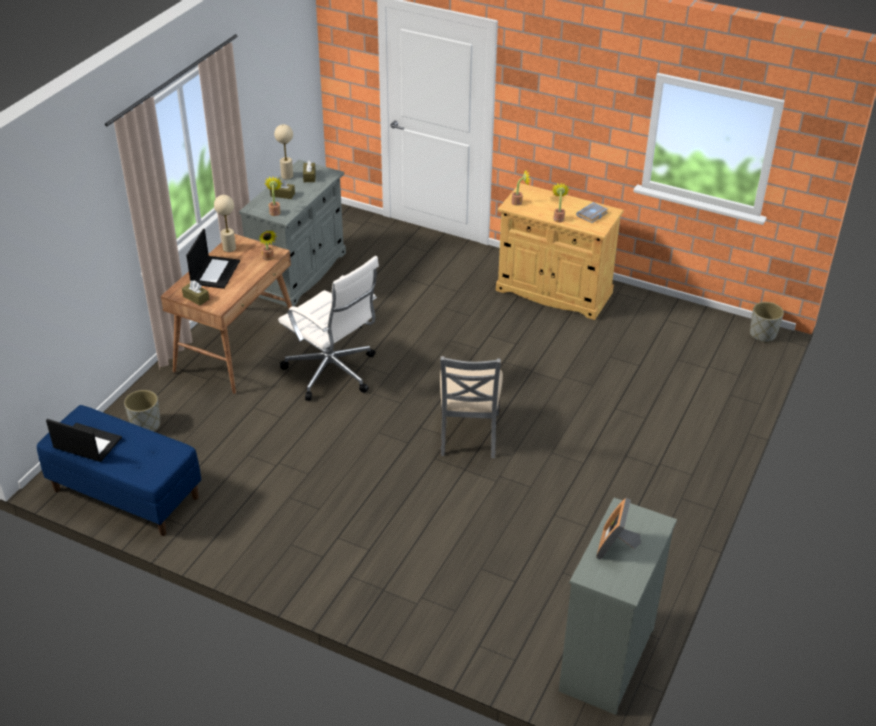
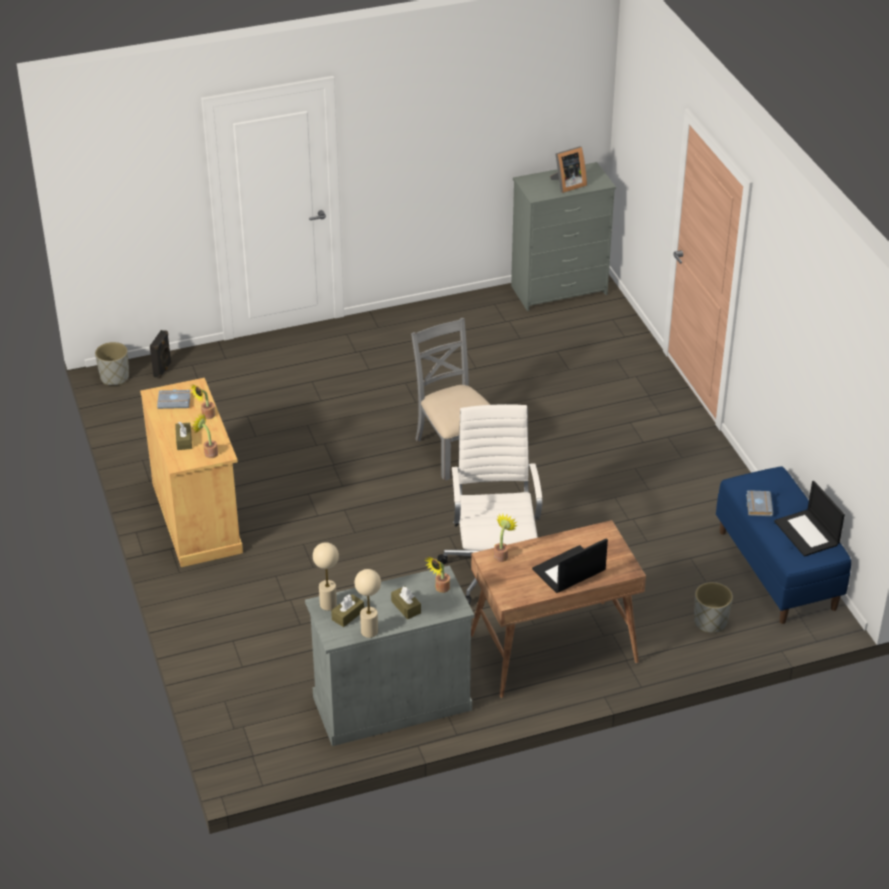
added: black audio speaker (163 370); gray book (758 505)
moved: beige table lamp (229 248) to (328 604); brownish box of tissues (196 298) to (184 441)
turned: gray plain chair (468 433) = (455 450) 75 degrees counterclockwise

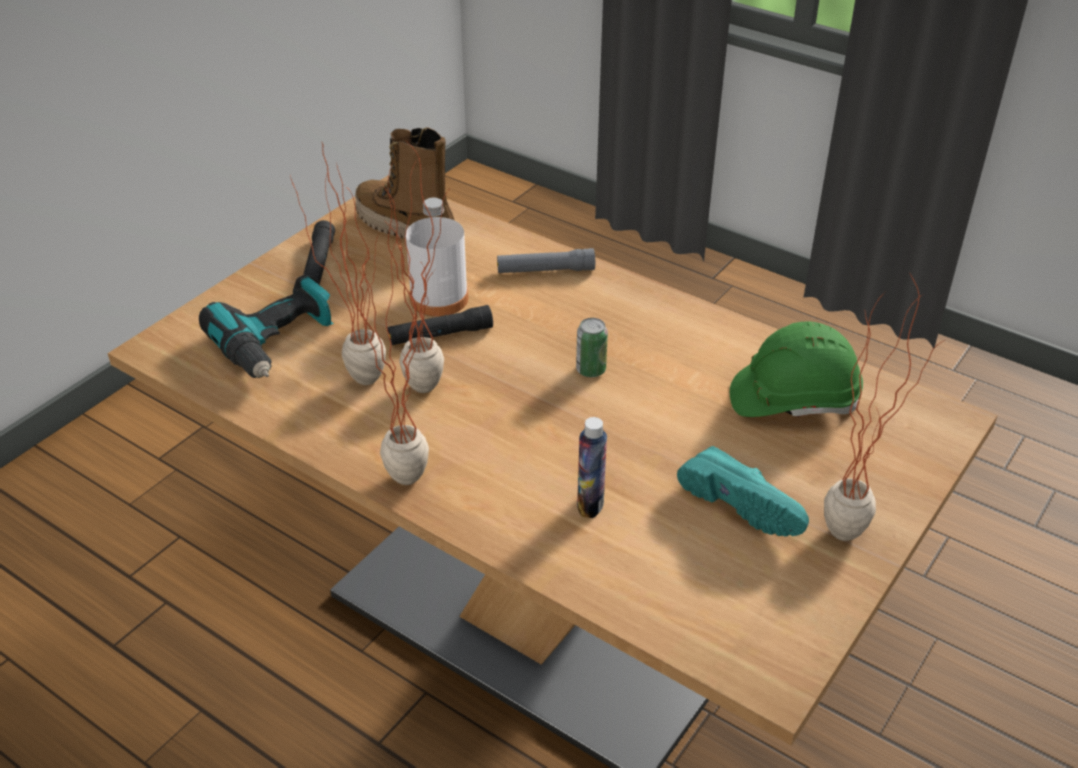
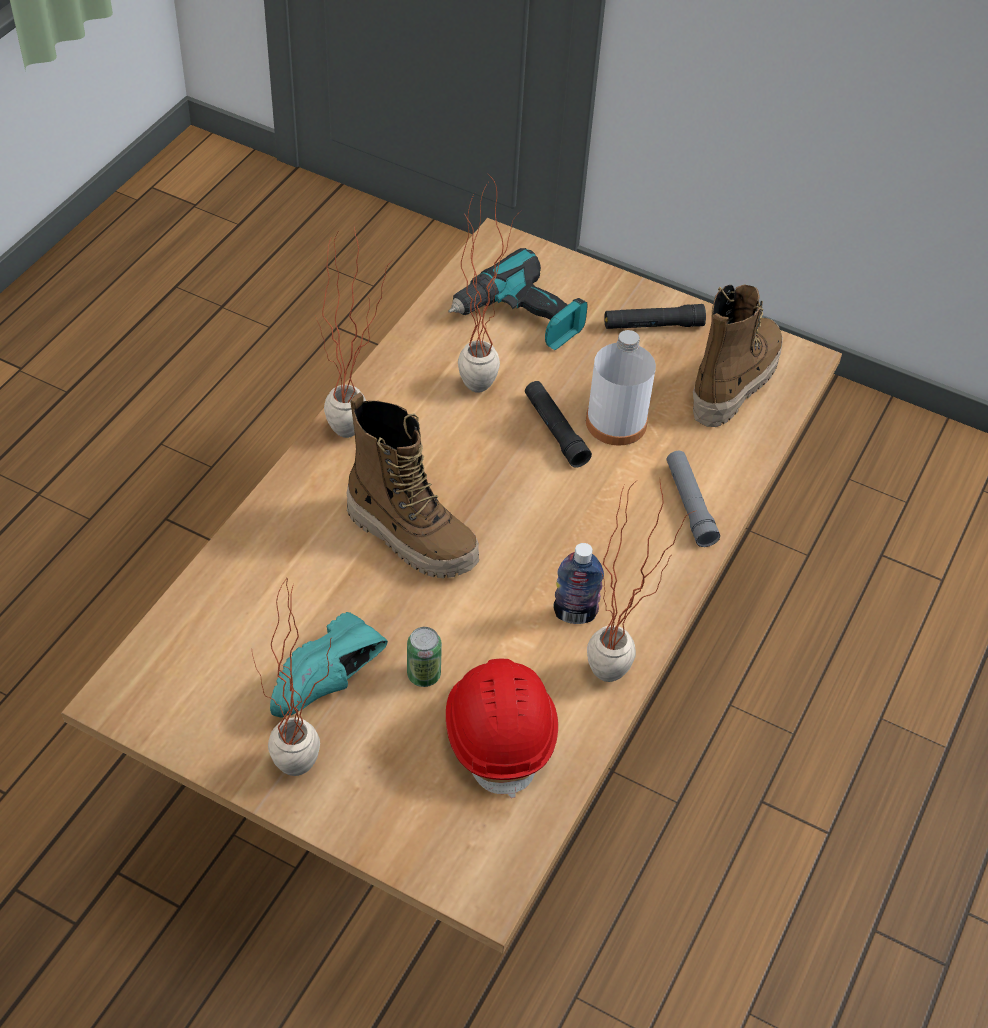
added: boot (412 536)
moved: potted plant (431 379) to (622 678); can (590 370) to (423 675); drink bottle (590 504) to (575 614)
recoloured: greenish safety helmet (793 399) to red safety helmet (500 733)

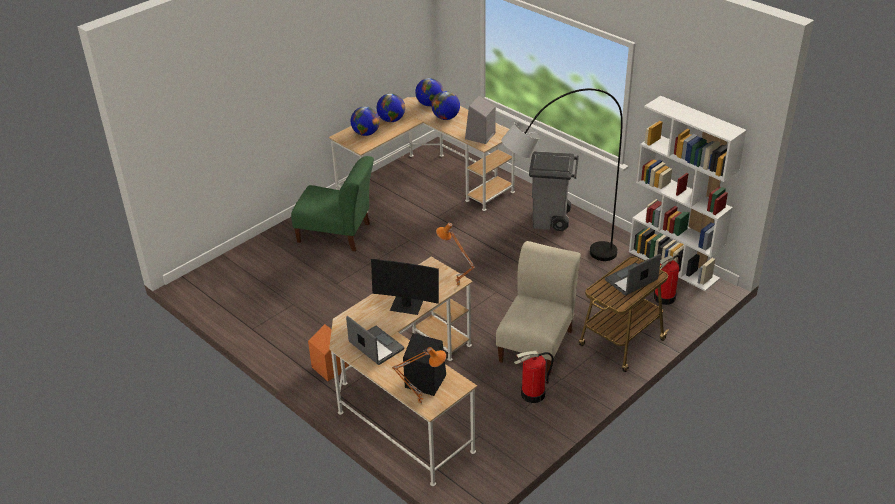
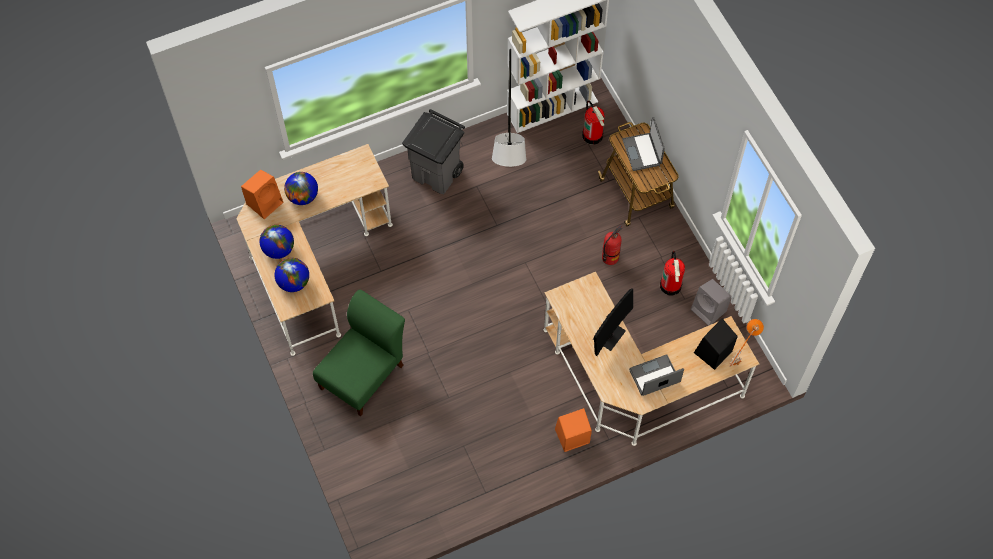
removed: orangey table lamp (456 287)
moved: gray audio speaker (480 136) to (709 310)
replaced: globe (429 104) to orangey audio speaker (265 202); beige plain chair (537 343) to fire extinguisher (610 257)

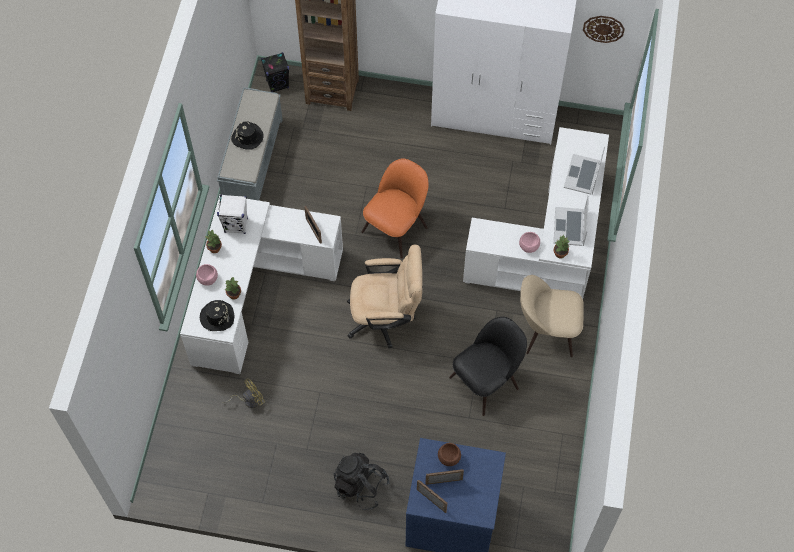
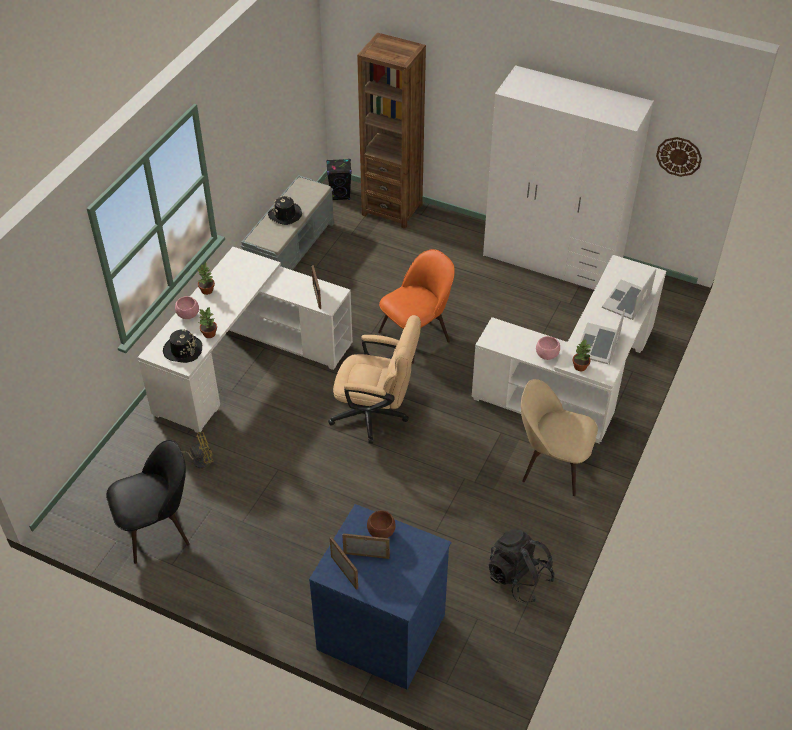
removed: white-coloured audio speaker (236 225)
moved: black plain chair (486 381) to (157 528); black knapsack (360 486) to (519 578)

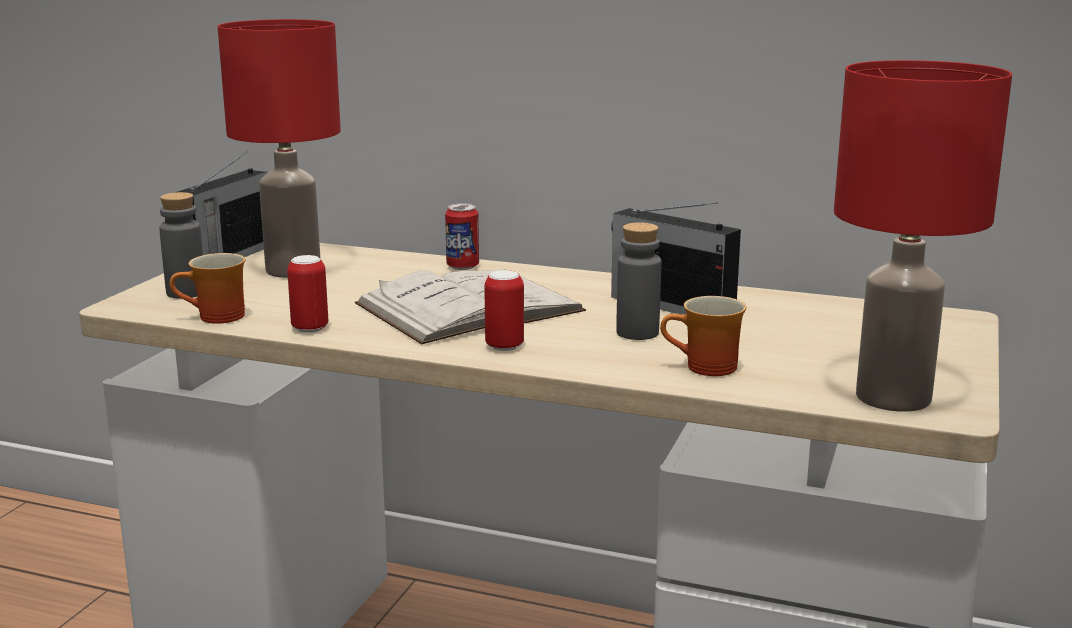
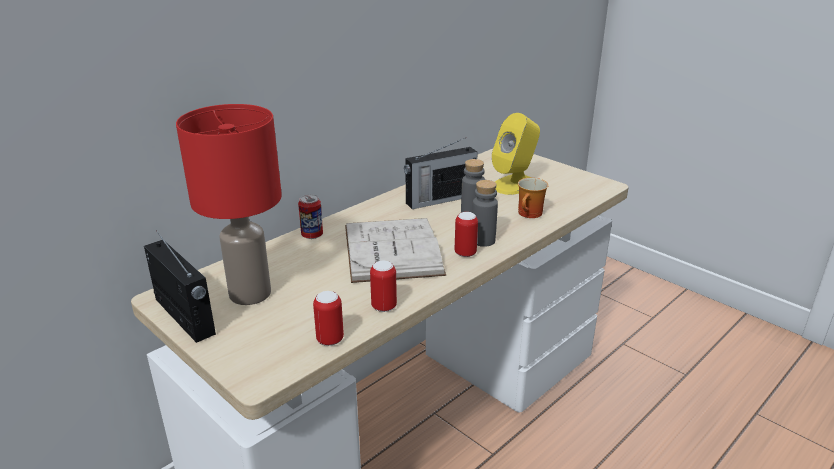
removed: red table lamp (892 398)
added: yellow-coloured audio speaker (514 184)
moved: gray drink bottle (186 293) to (483 240)
replaced: tea mug (216 318) to can (330 340)

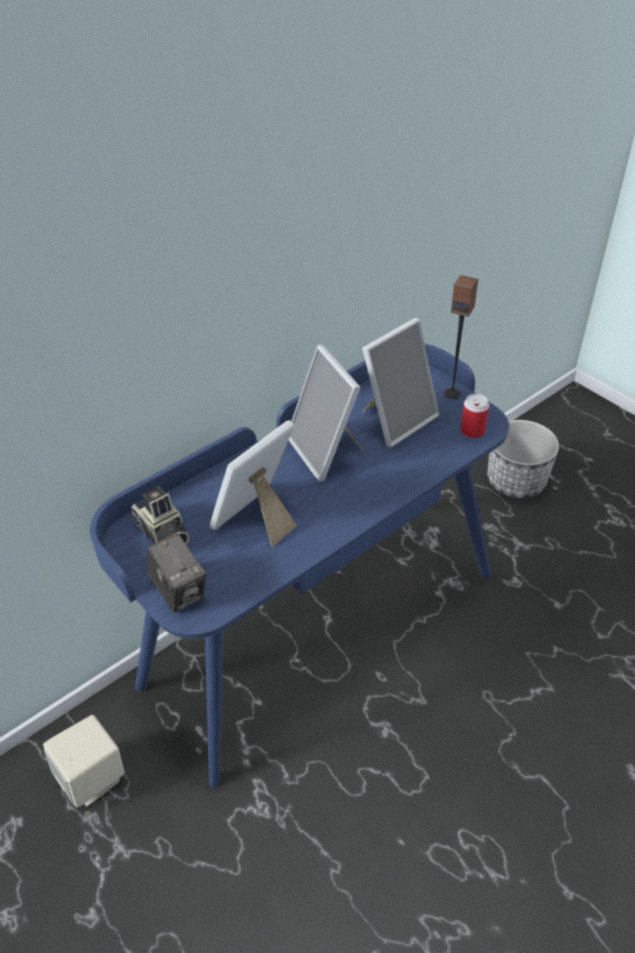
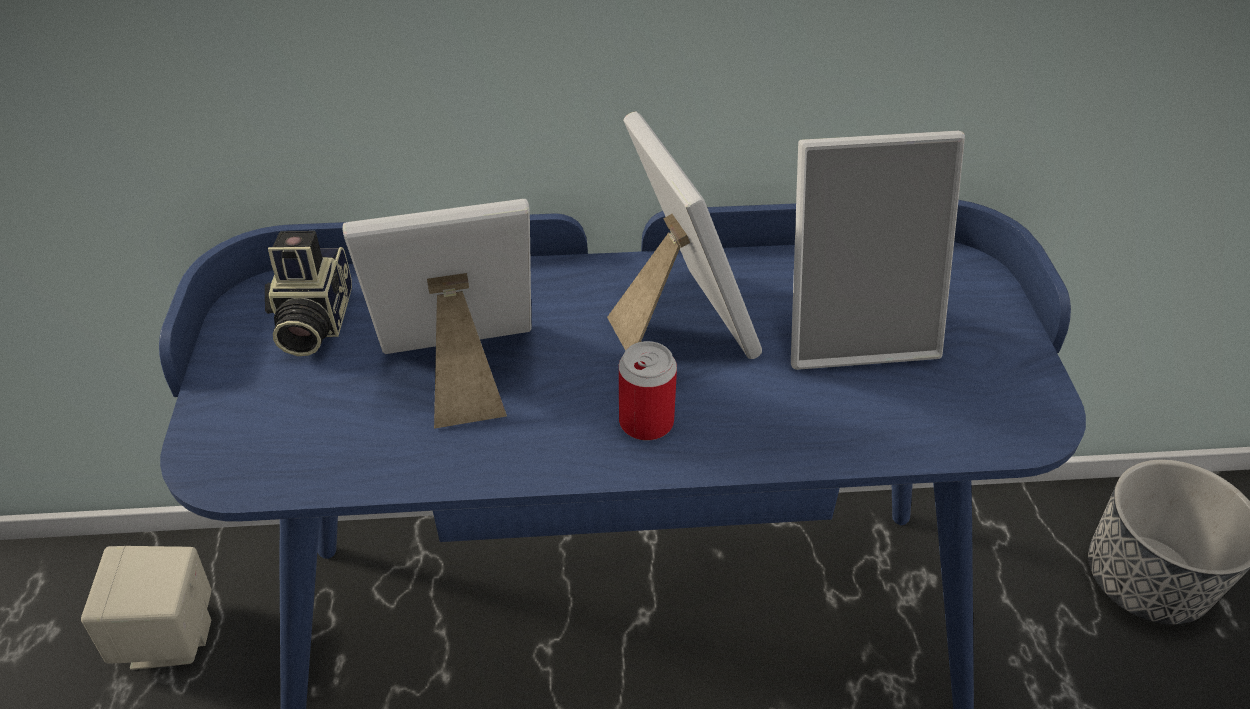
removed: audio speaker (452 393); still camera (180 591)
moved: can (472 431) to (646 422)
turned: standing frame (327 451) = (679 322) 150 degrees clockwise

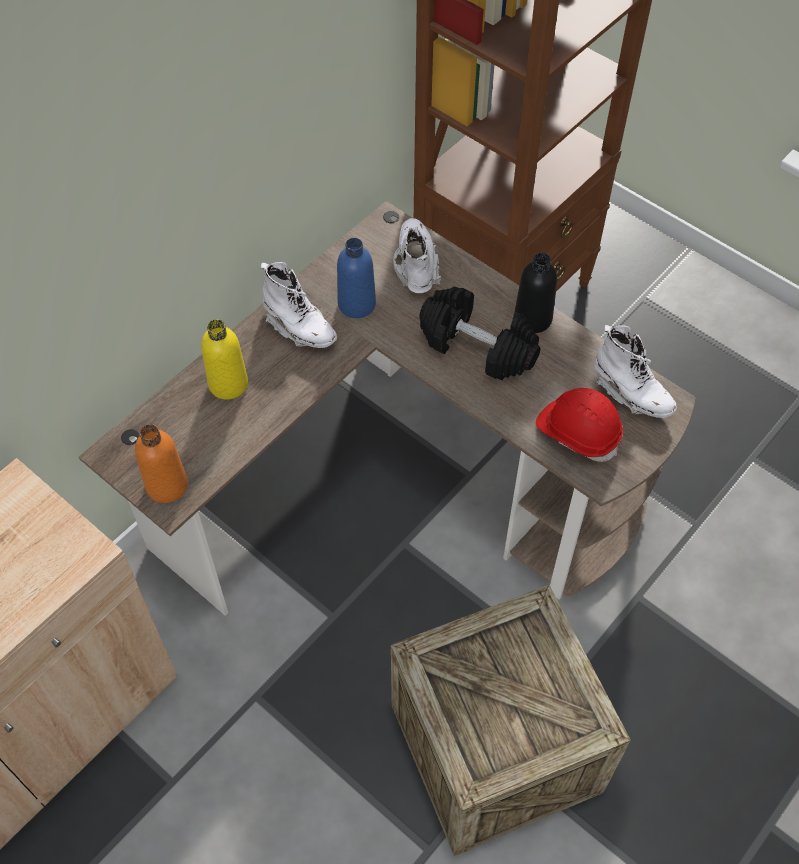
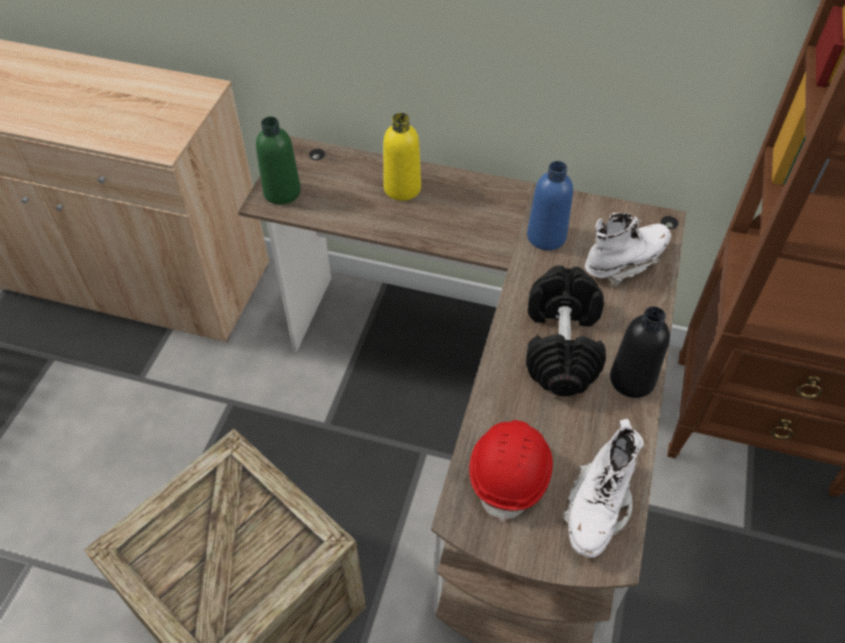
removed: white-coloured boot (299 328)
recoloured: orangey drink bottle (167 485) to greenish drink bottle (282 192)

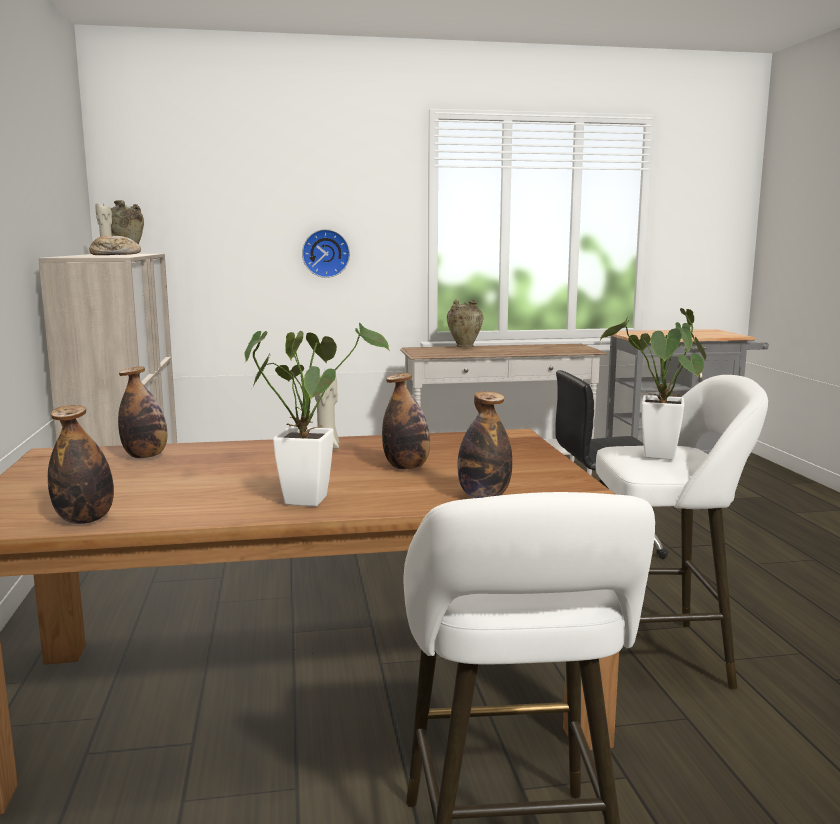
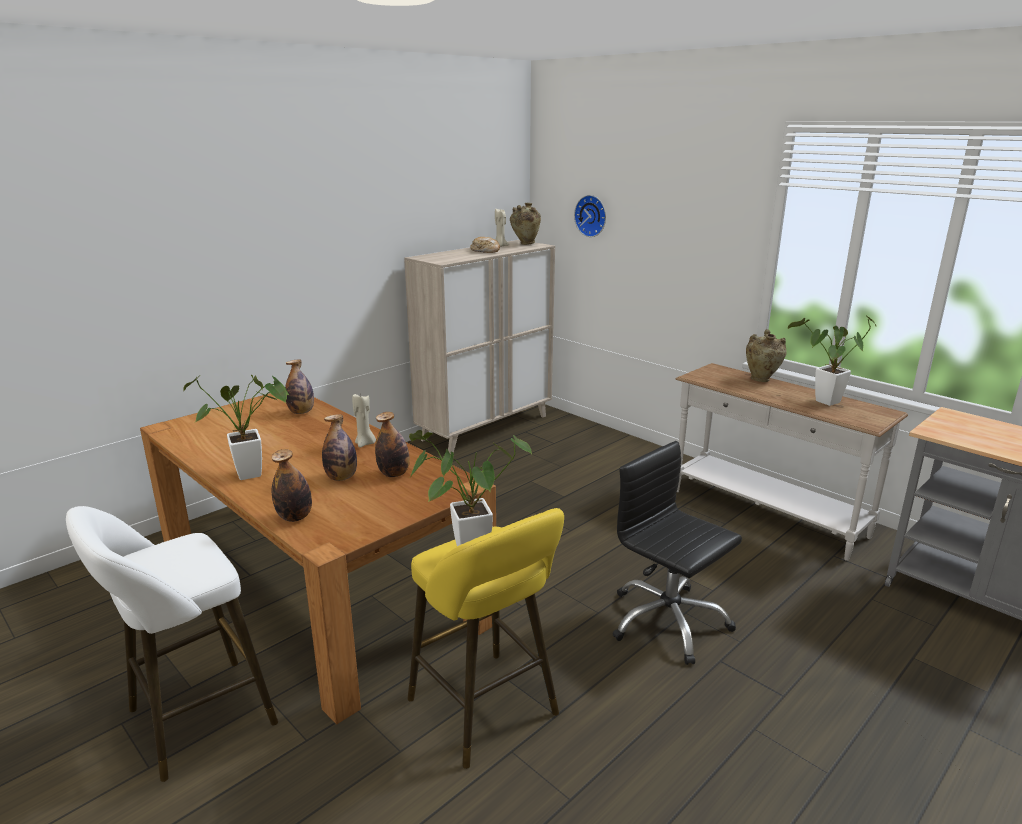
added: potted plant (823 403)
moved: clock on the wall (325 253) to (592 215); drink bottle (85 520) to (394 474)
recoloured: white-coloured stool seat (659 655) to yellow-coloured stool seat (488 711)

